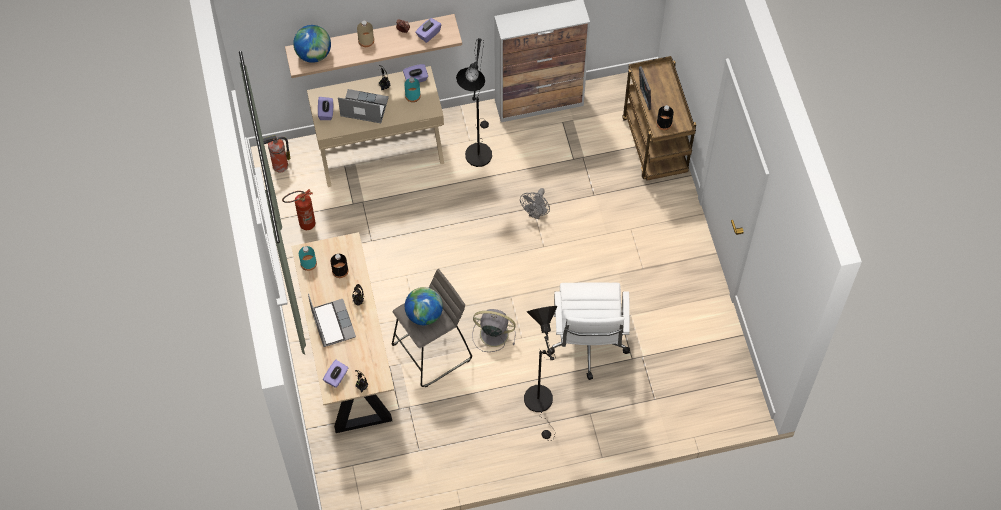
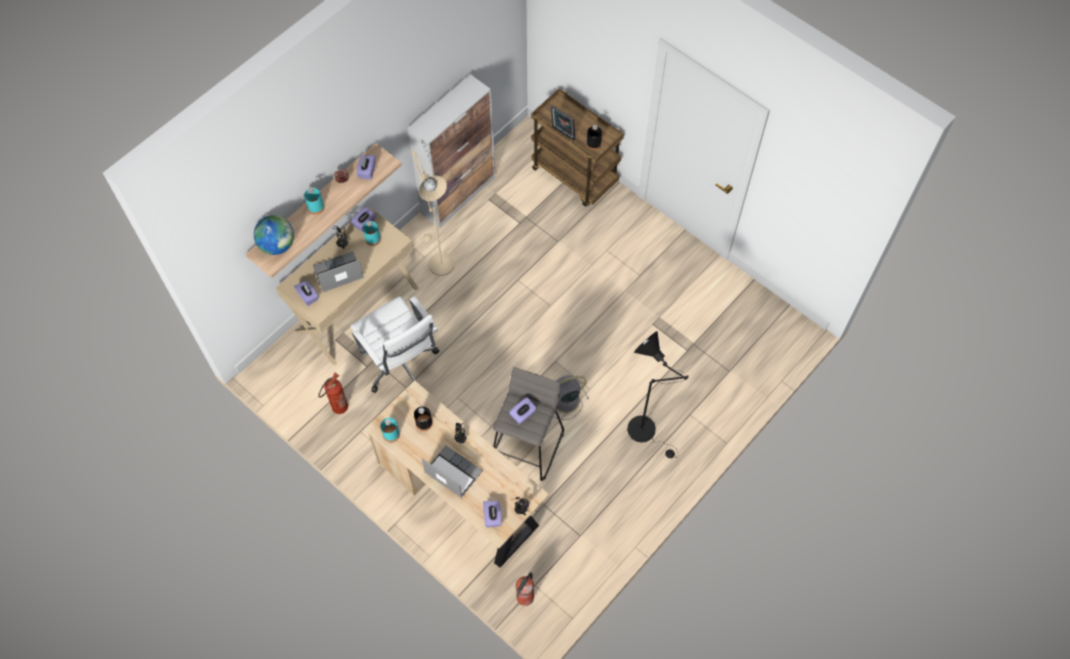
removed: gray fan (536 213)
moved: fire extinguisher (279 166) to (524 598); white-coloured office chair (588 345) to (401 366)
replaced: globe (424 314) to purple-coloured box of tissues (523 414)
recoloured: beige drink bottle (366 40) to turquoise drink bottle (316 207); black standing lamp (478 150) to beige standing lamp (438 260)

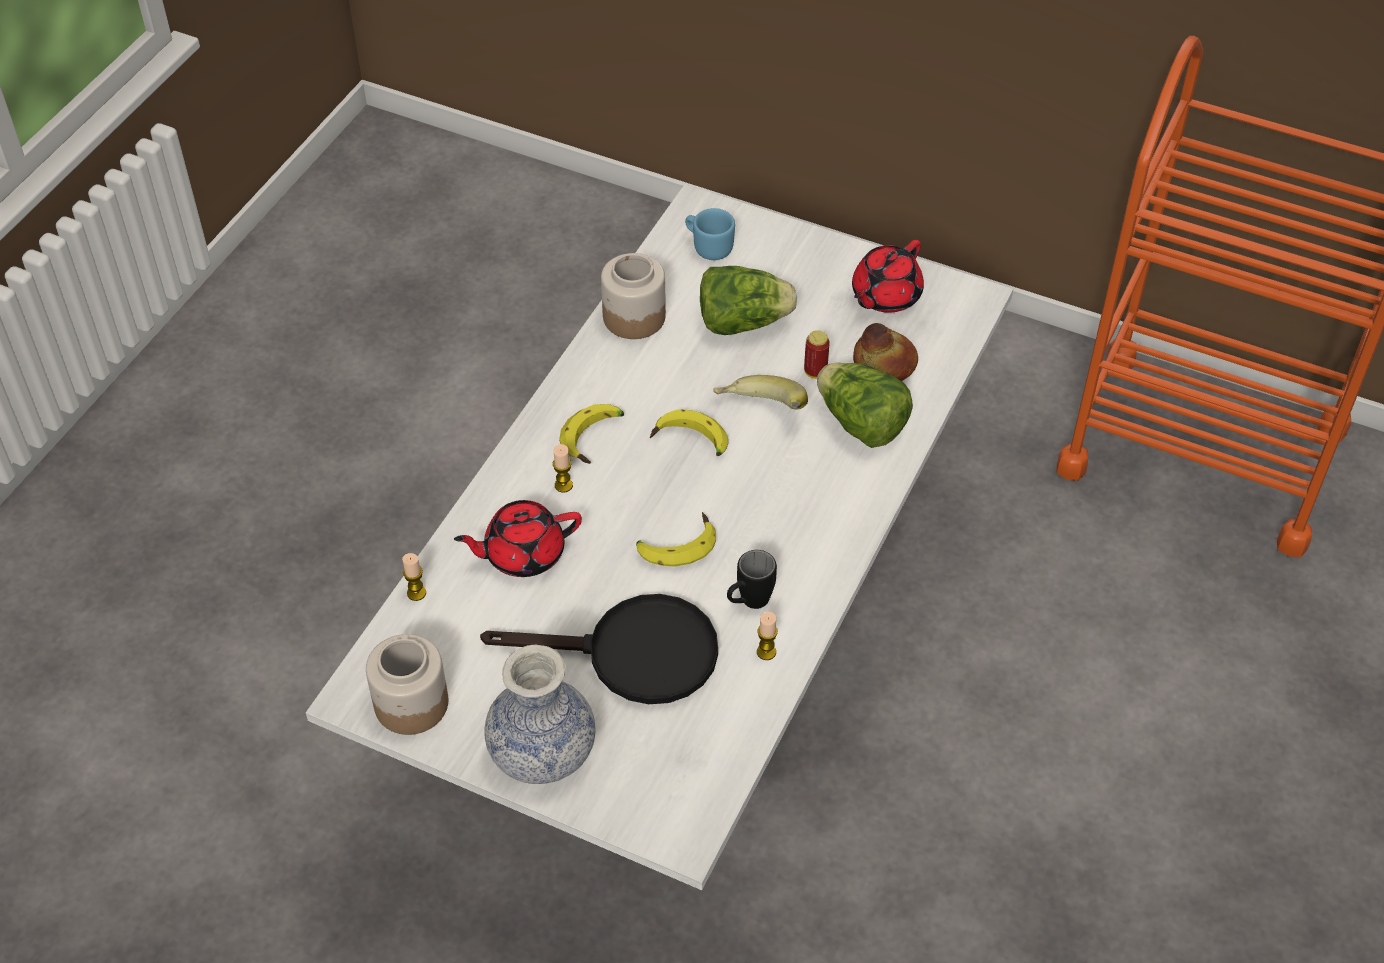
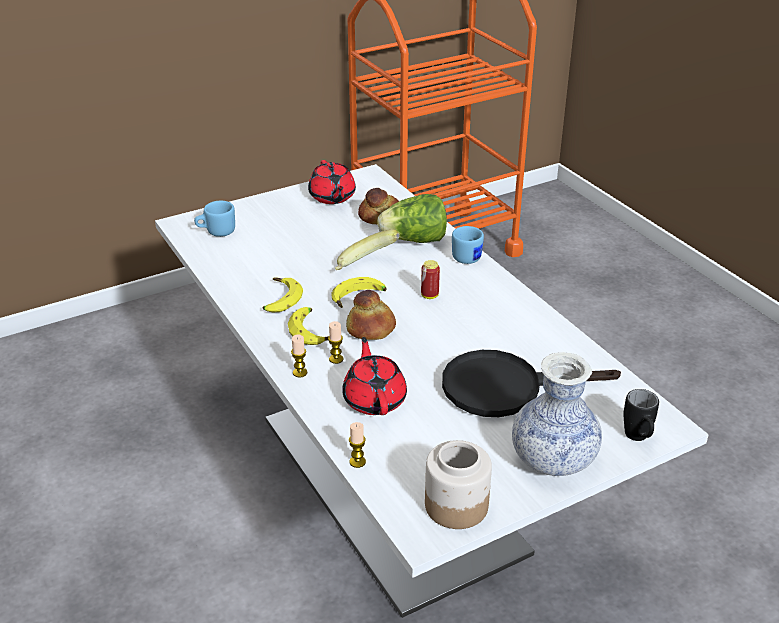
removed: storage jar (633 316); head of lettuce (742 322)
added: blue tea mug (469 256); bakery bread (370 329)
moved: can (815 372) to (429 296); banana fruit (676 544) to (278 300); black tea mug (748 603) to (638 439); wax light (766 652) to (300 373)
turned: red pot for tea (523 553) = (374 399) 150 degrees clockwise; black frying pan (633 655) = (505 388) 135 degrees counterclockwise

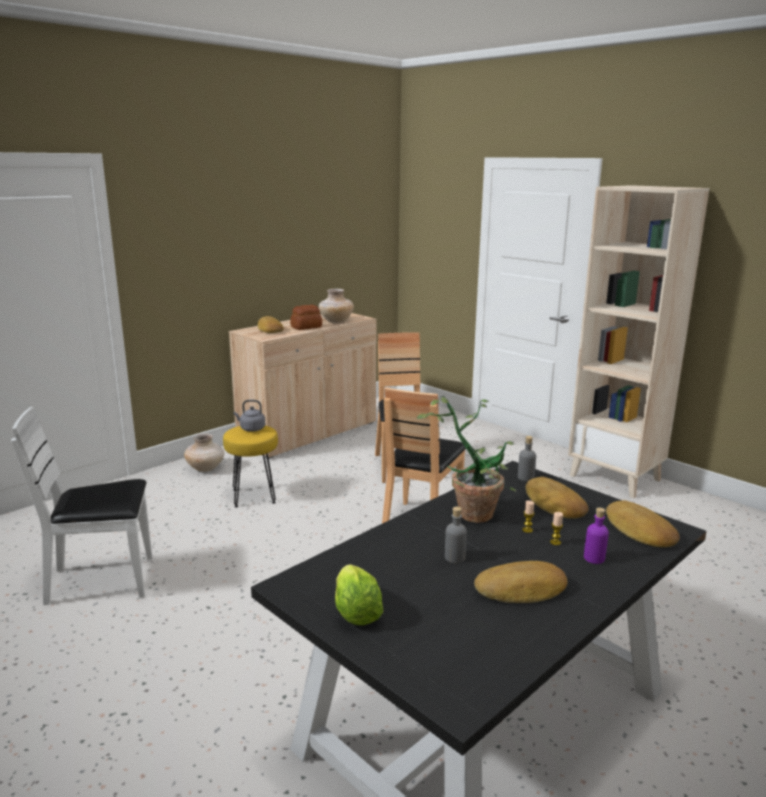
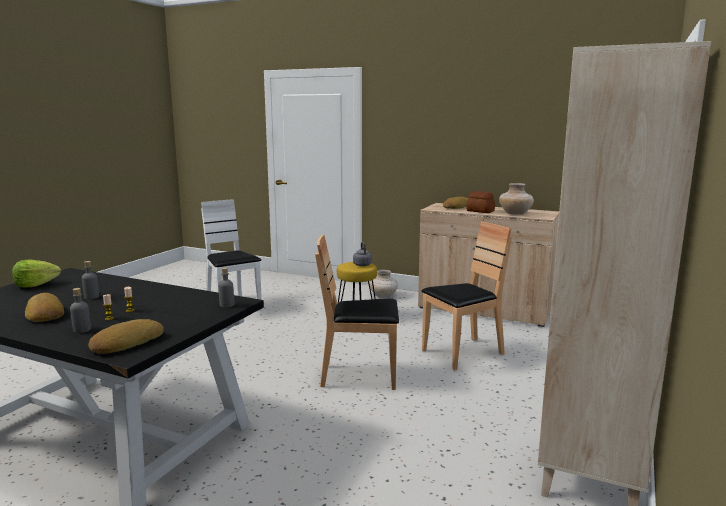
removed: potted plant (472 510); bakery bread (553 504)
recoloured: purple-coloured drink bottle (594 558) to gray drink bottle (82 330)

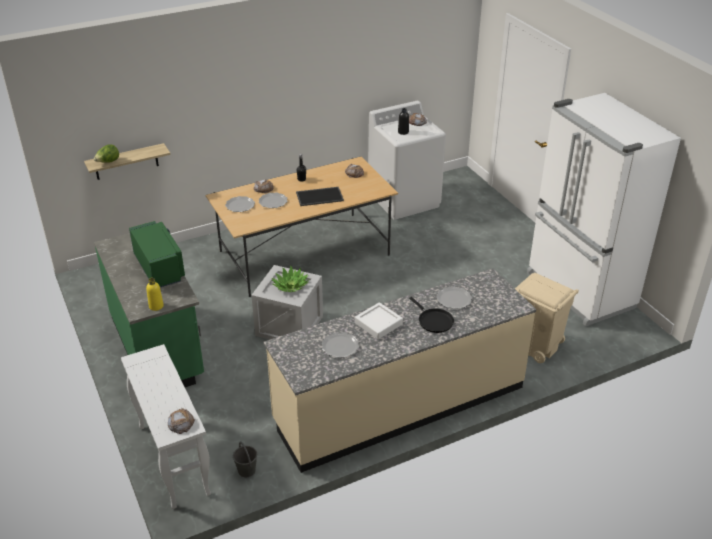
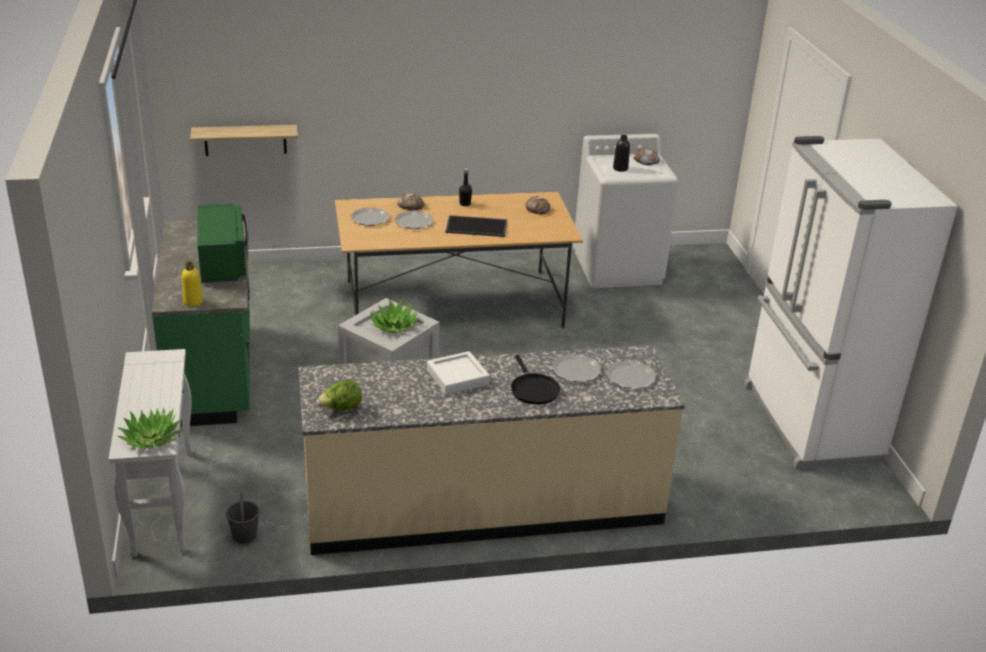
removed: beige rubbish bin (536 346)
moved: head of lettuce (108 162) to (341 409); flat dish (340 346) to (630 377)
replaced: bakery bread (181 423) to potted plant (152 438)

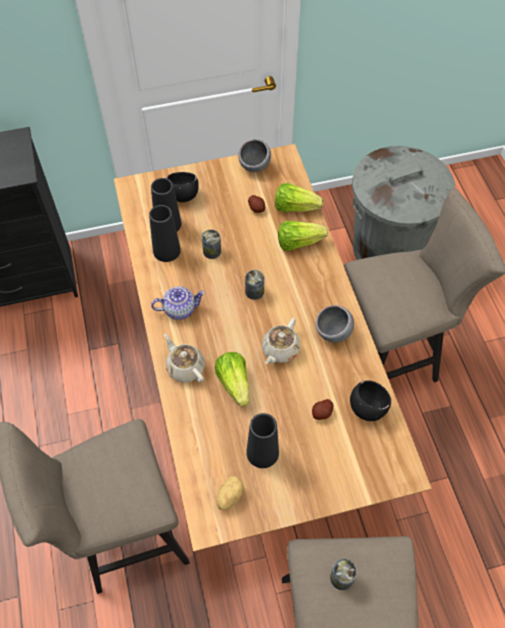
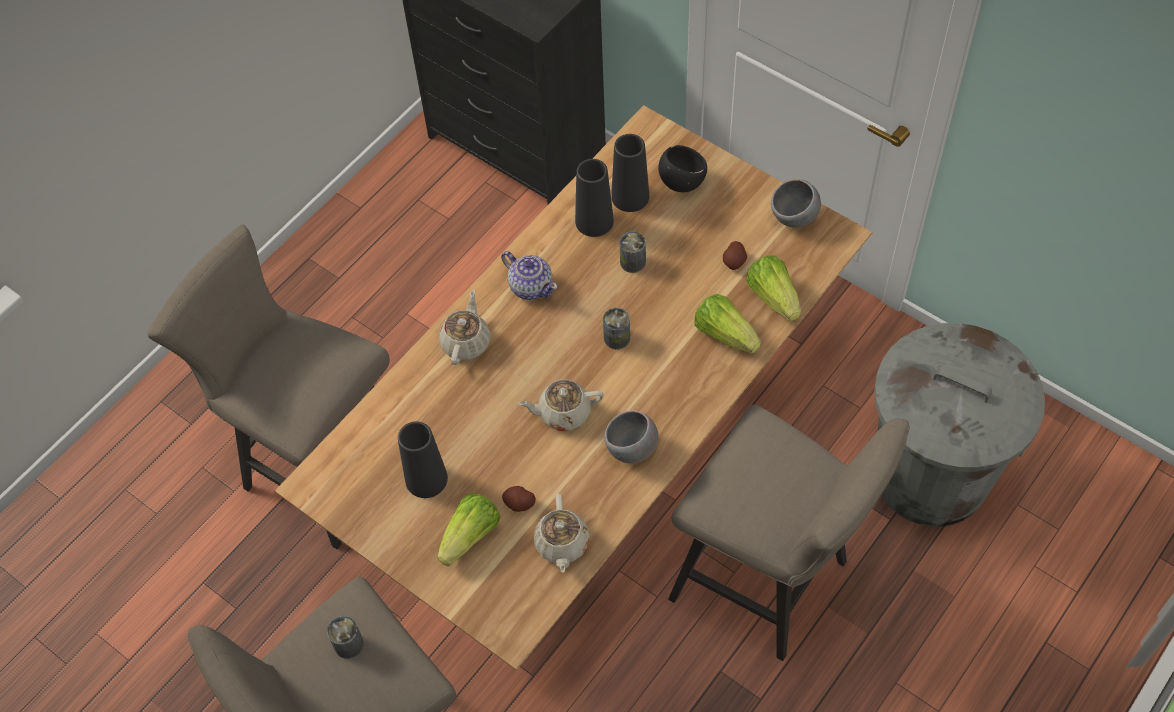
removed: potato (229 496)
moved: head of lettuce (234 383) to (471 536)
replaced: black deep dish (367 408) to beige pot for tea (562 544)

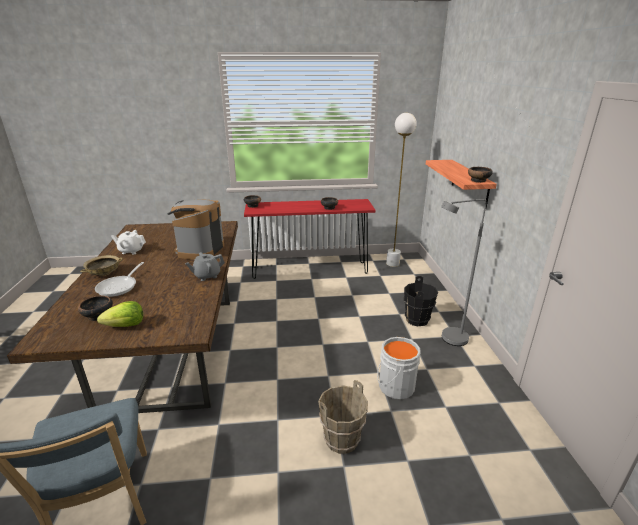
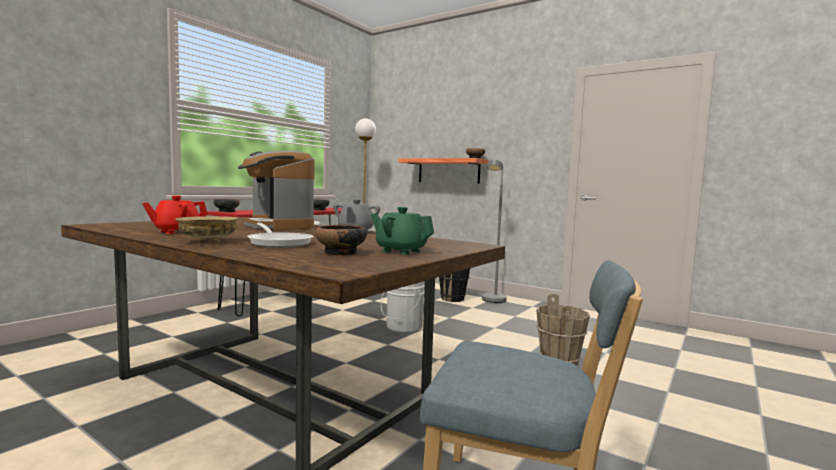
moved: gray bucket (394 386) to (402 327)
replaced: head of lettuce (125 325) to greenish pot for tea (400 251)
recoloured: white-coloured pot for tea (131 251) to red pot for tea (176 232)

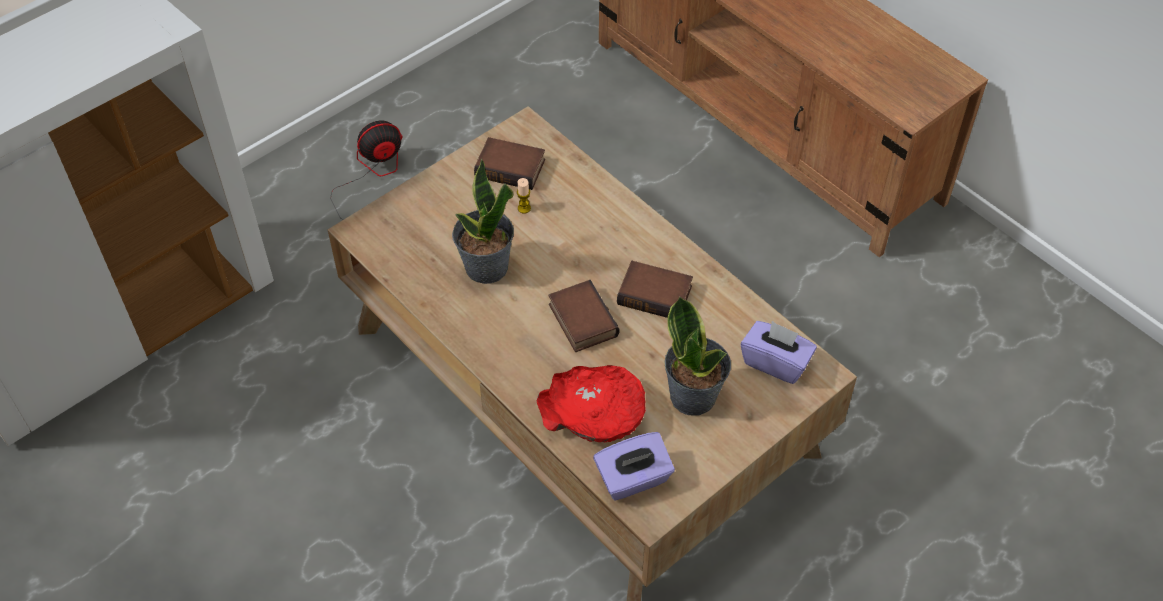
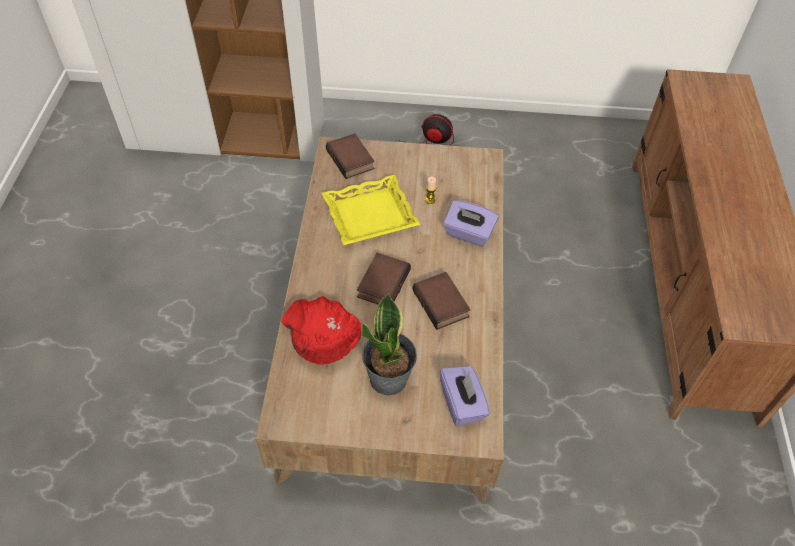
moved: book (512 167) to (352 160); purple-coloured box of tissues (633 479) to (468 234)
replaced: potted plant (486 267) to yellow-coloured tray (370 215)

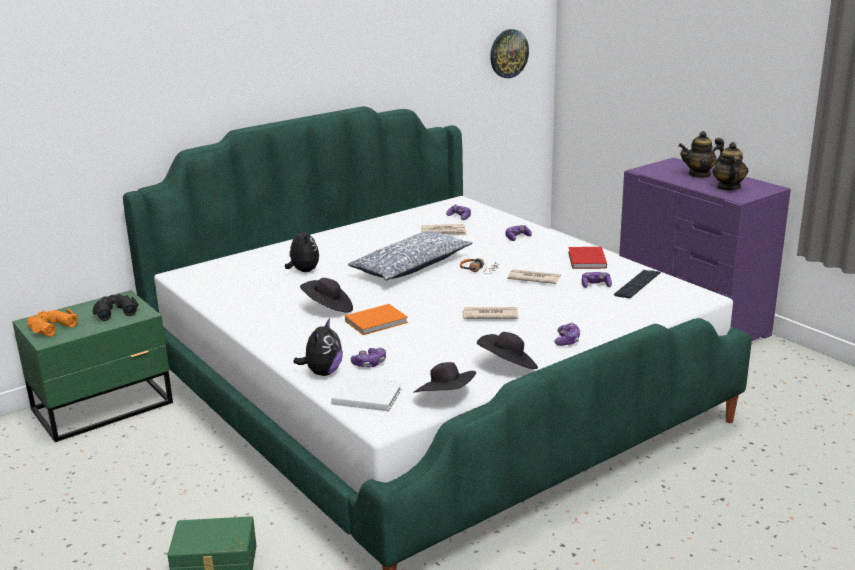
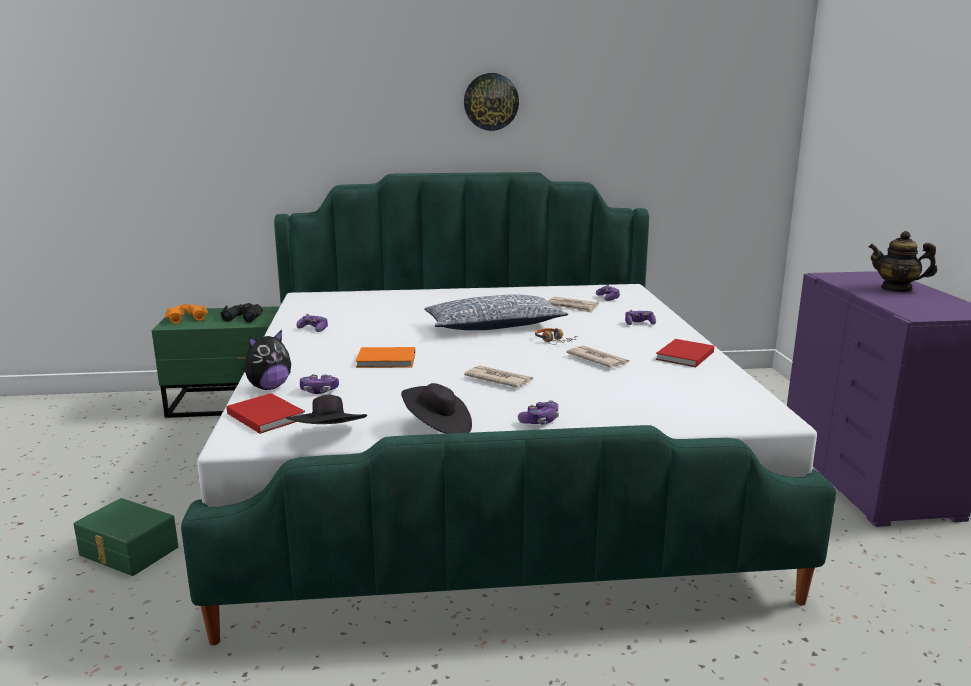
removed: pot for tea (728 187); cuddly toy (303 271); keyboard (637 285); black hat (328 309)
moved: clock on the wall (508 53) to (491 102); gamepad (595 285) to (313 329)
recoloured: white-coloured book (365 396) to red book (266 415)

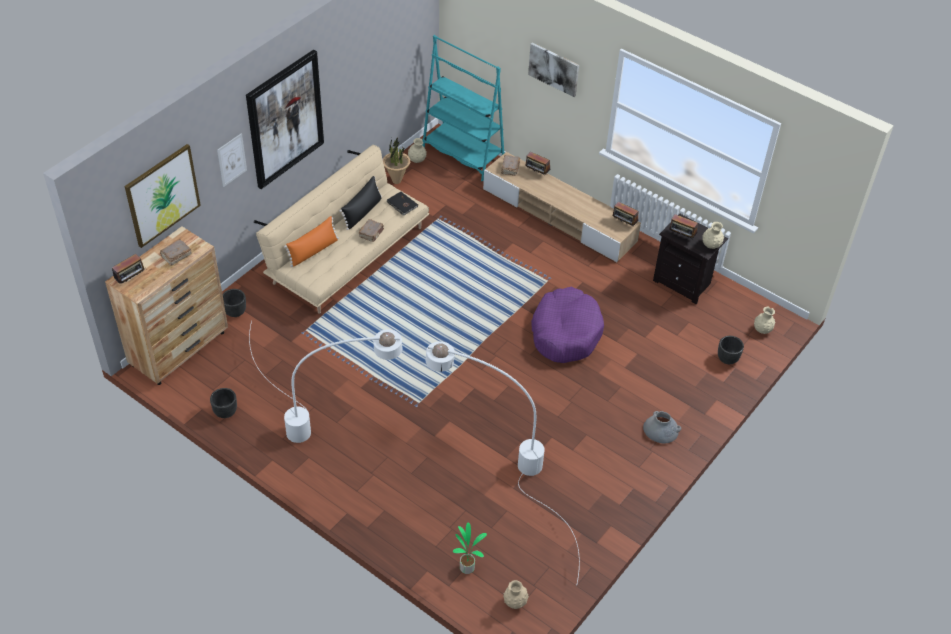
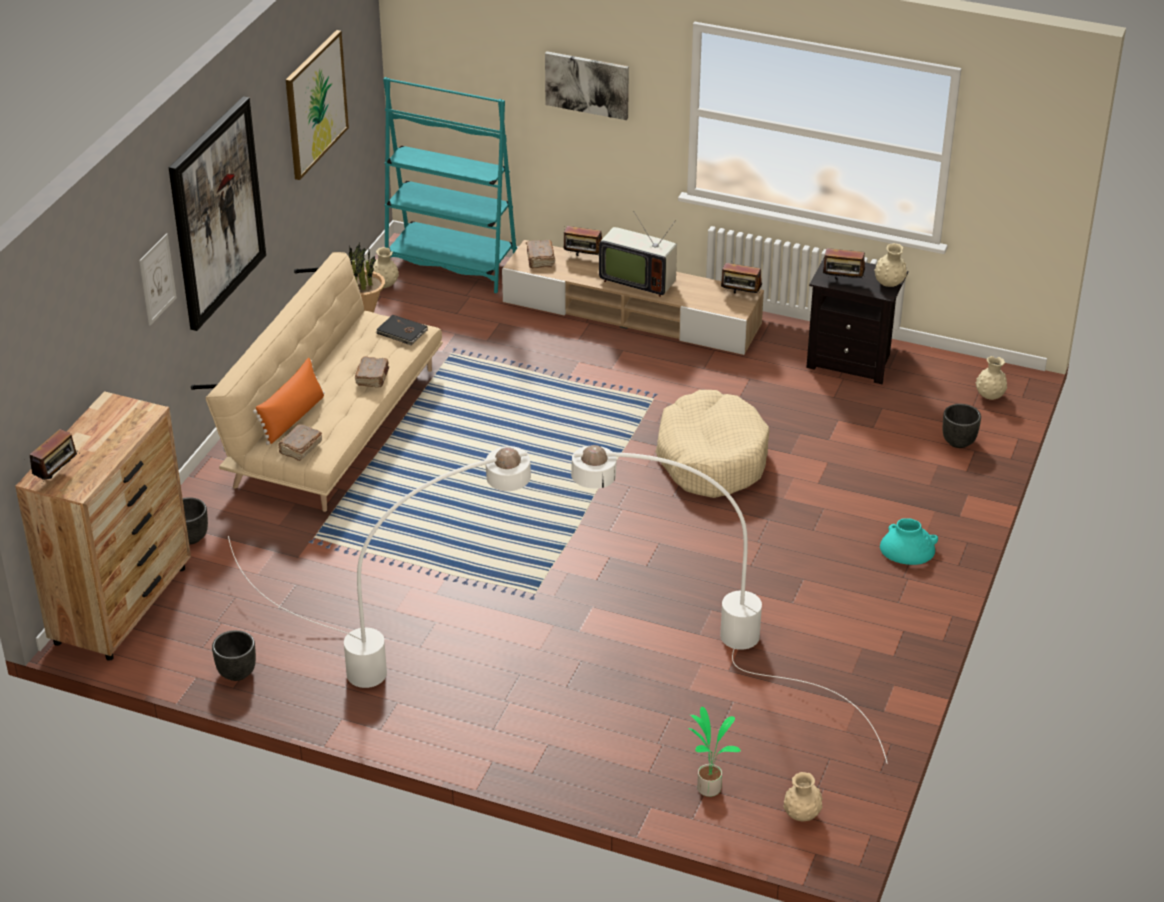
removed: black throw pillow (362 212)
added: TV (638 280)
moved: wall picture (162 195) to (315 104); brownish book (176 256) to (300 448)
recoloured: purple-coloured dog cushion (565 333) to beige dog cushion (711 458); gray flower vase (660 430) to turquoise flower vase (907 549)

